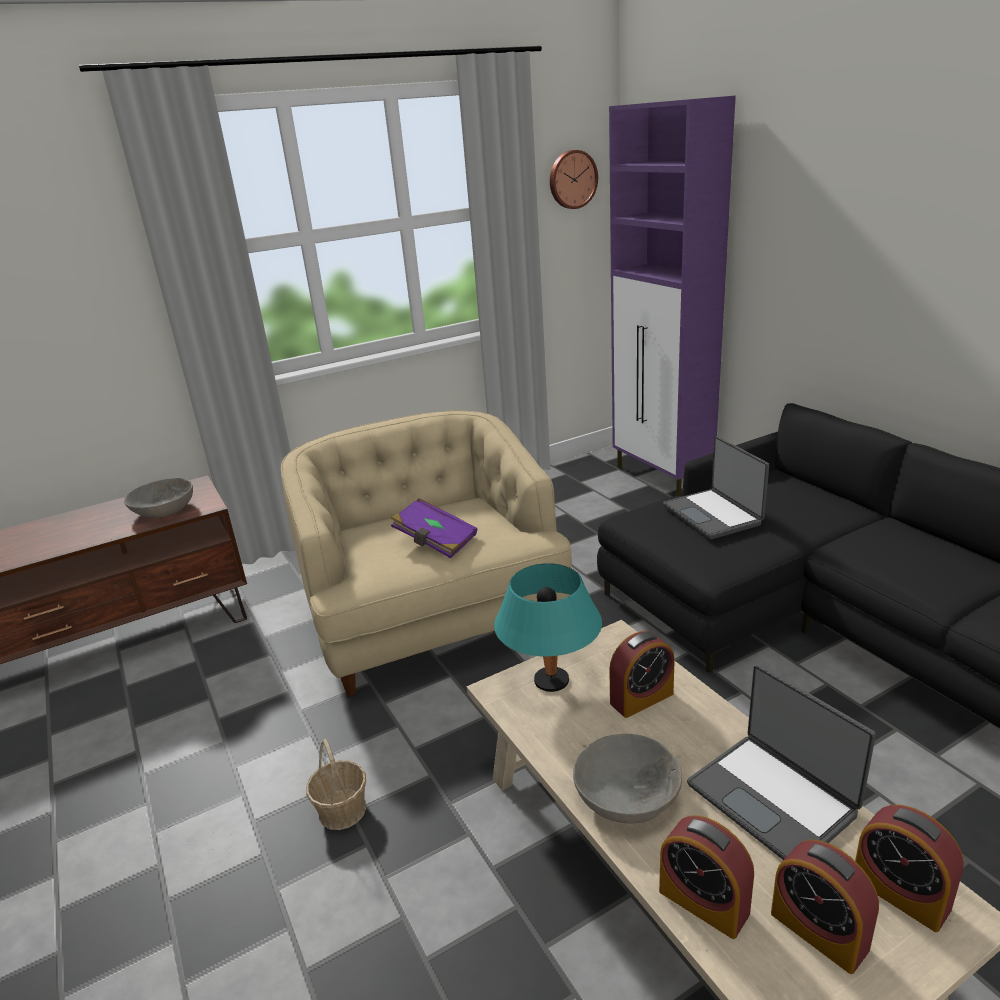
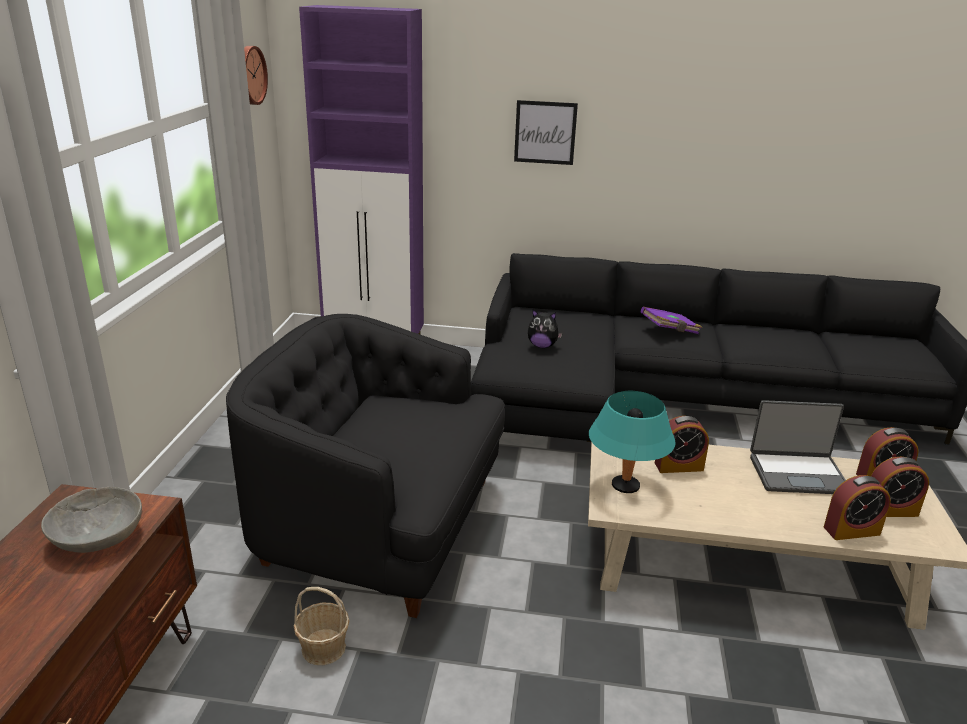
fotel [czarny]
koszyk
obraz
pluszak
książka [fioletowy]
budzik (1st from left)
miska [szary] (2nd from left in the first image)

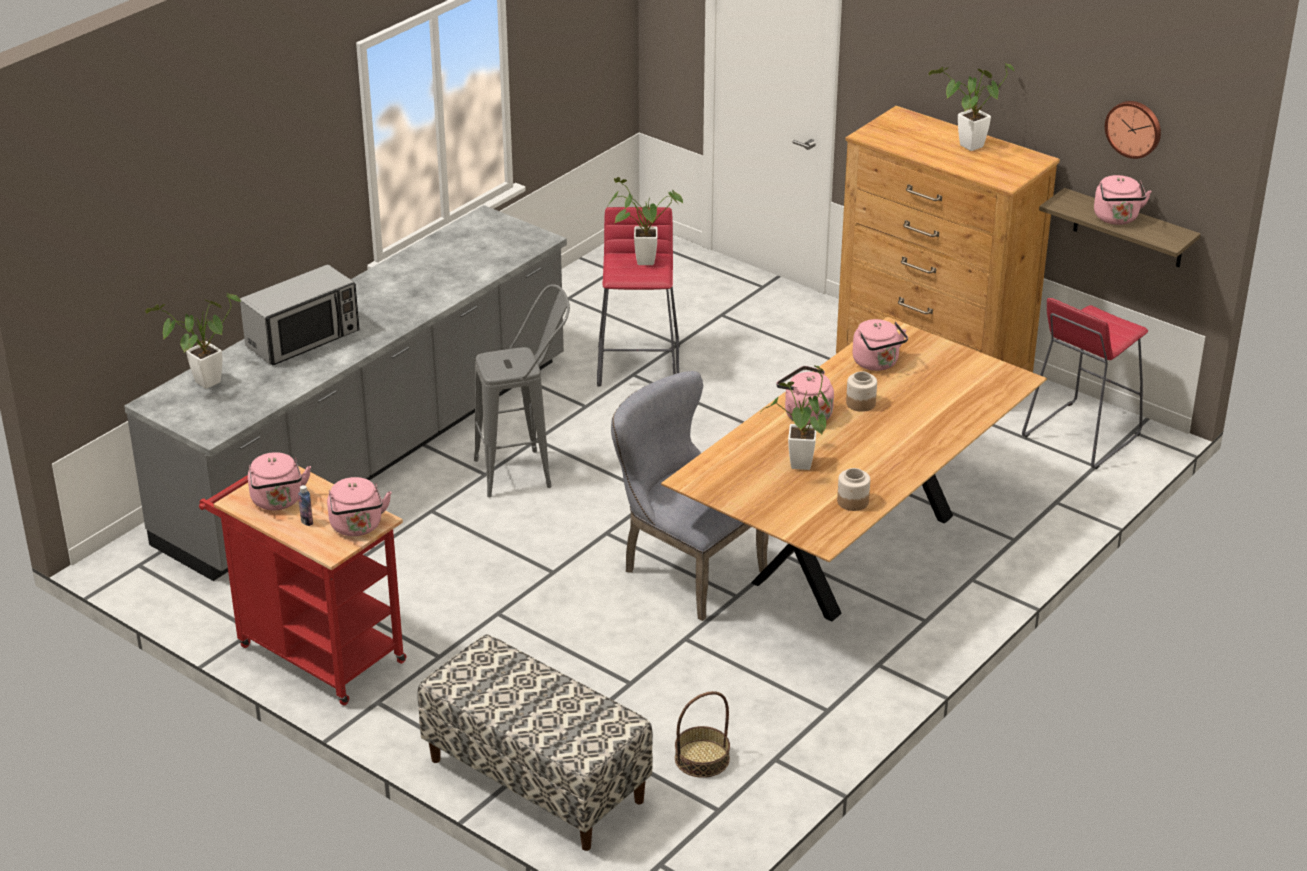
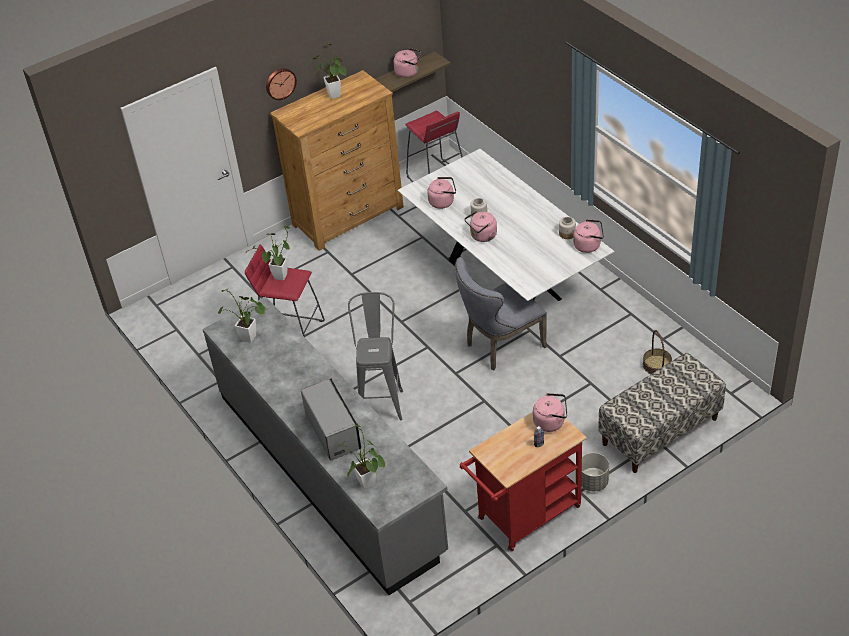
roślina doniczkowa (1st from left)
zegar ścienny
stół jadalny [biały]
czajnik [różowy] (5th from left)
donica [szary]

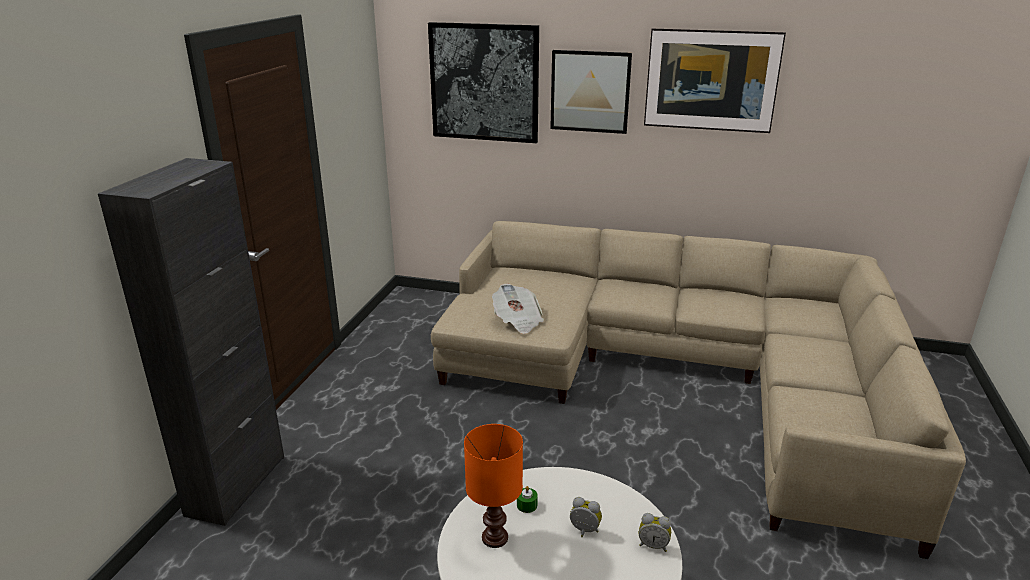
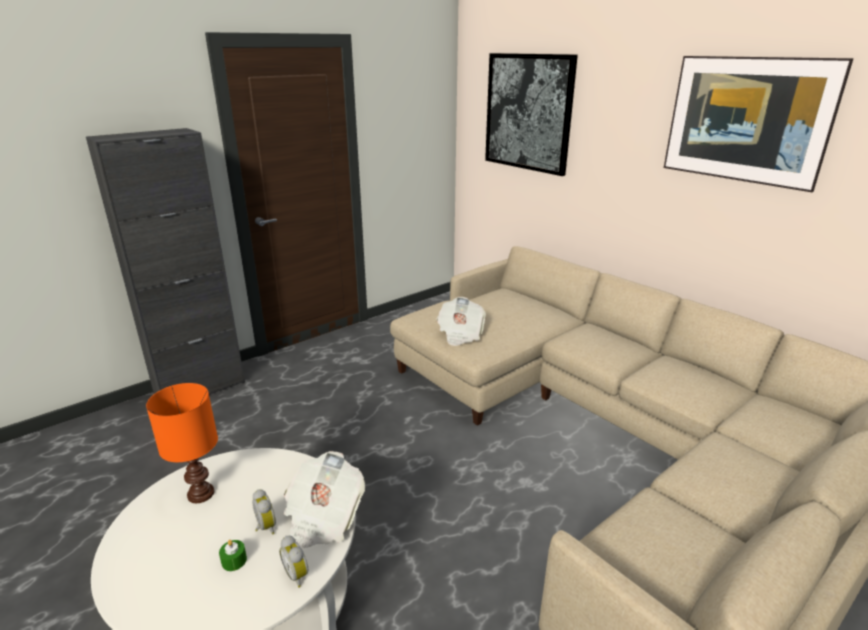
świeca [zielony]
gazeta (1st from left)
obraz (2nd from left in the first image)

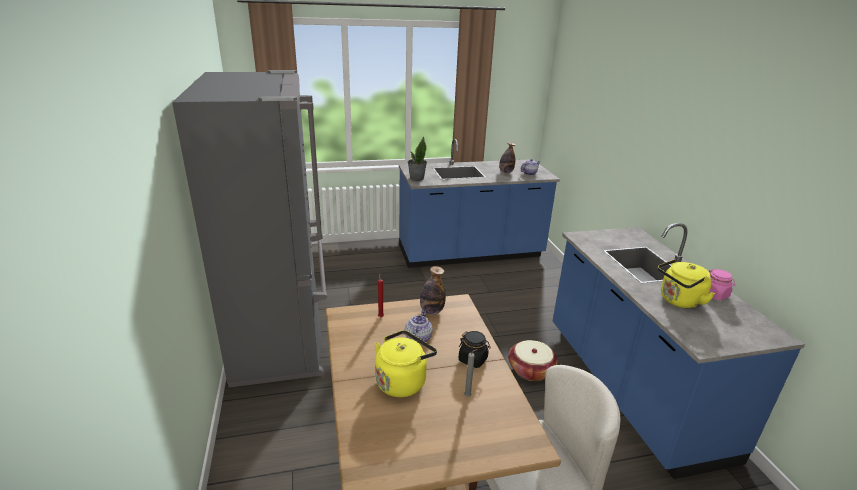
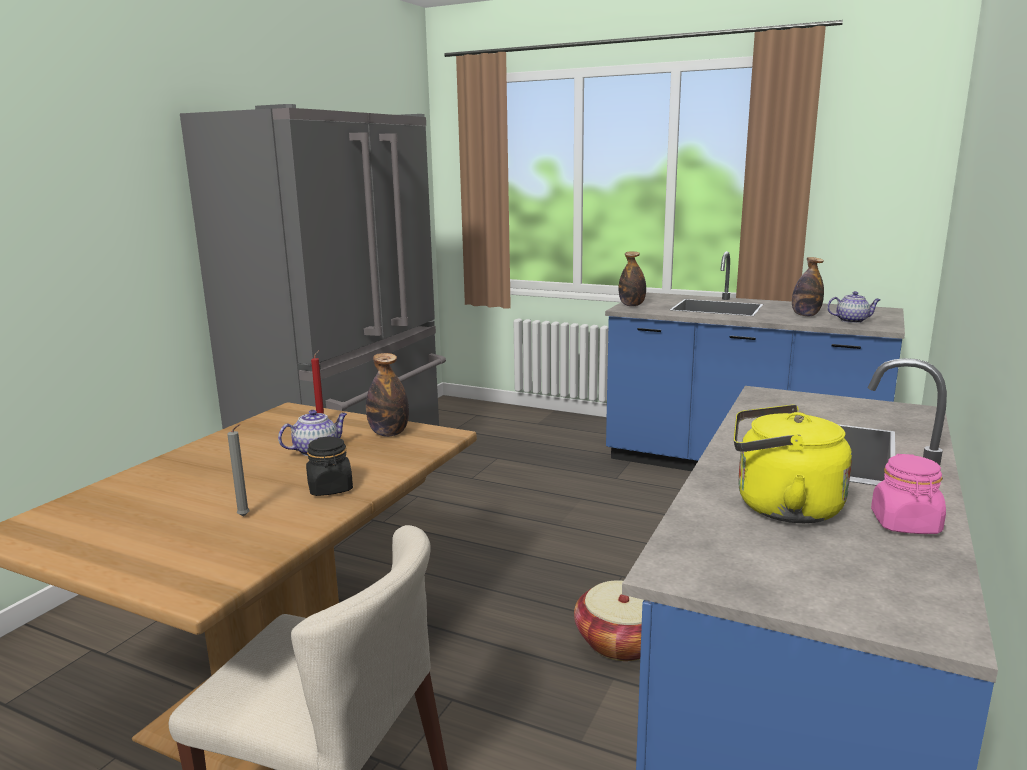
butelka (2nd from left)
czajnik [żółty] (1st from left in the first image)

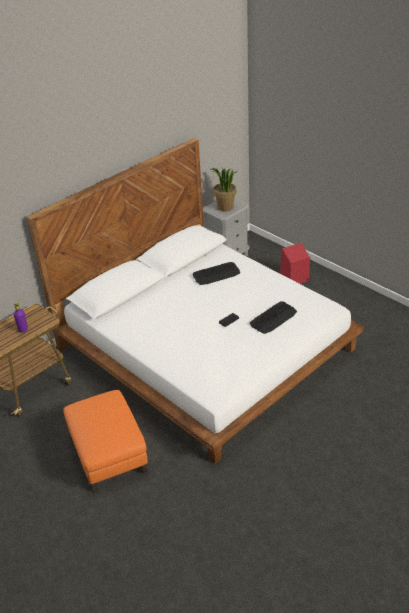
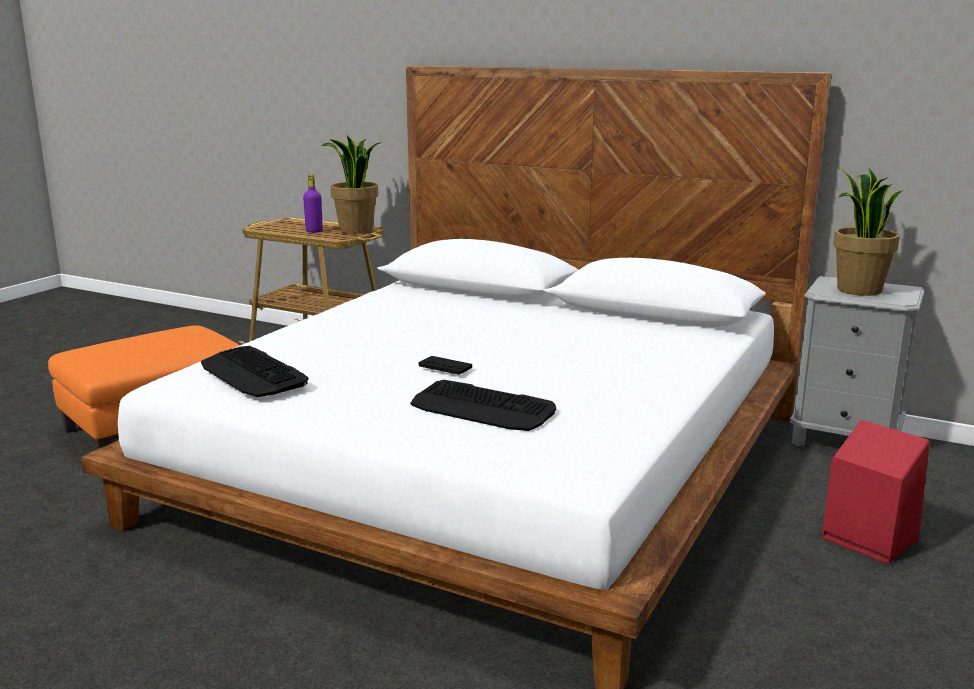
klawiatura (1st from left)
roślina doniczkowa (1st from left)

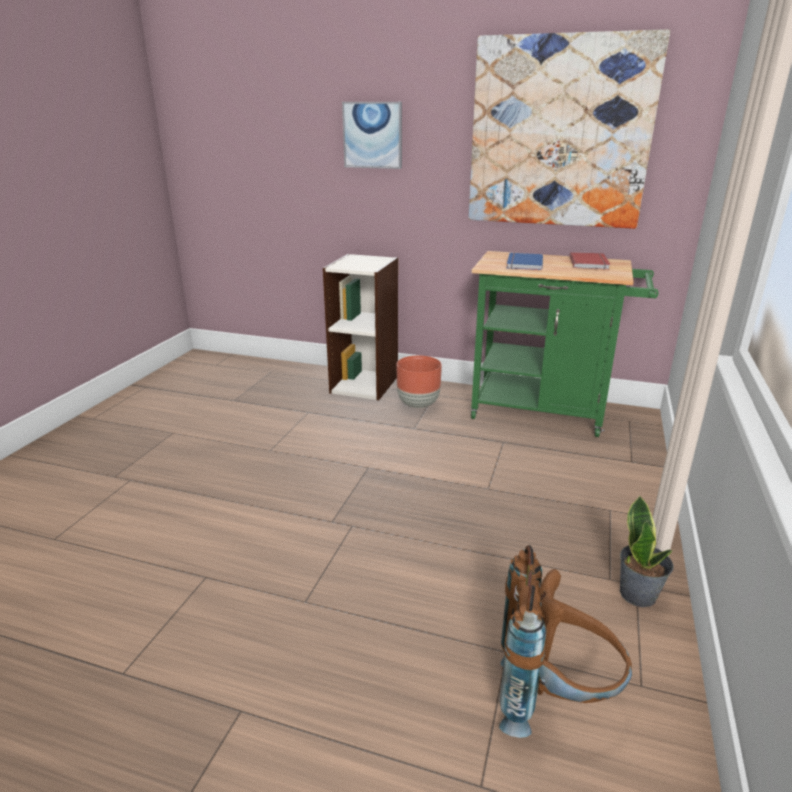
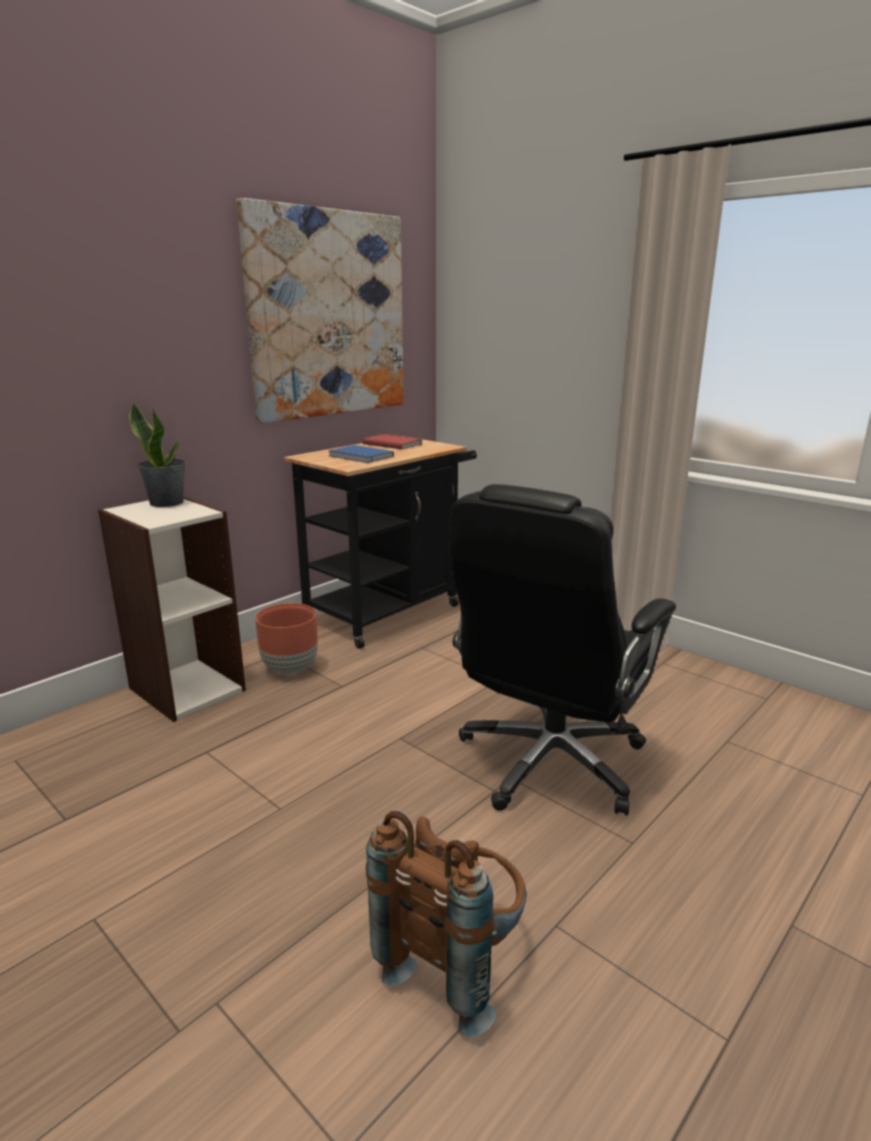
roślina doniczkowa
wózek [czarny]
plecak [brązowy]
krzesło biurowe [czarny]
obraz (1st from left in the first image)

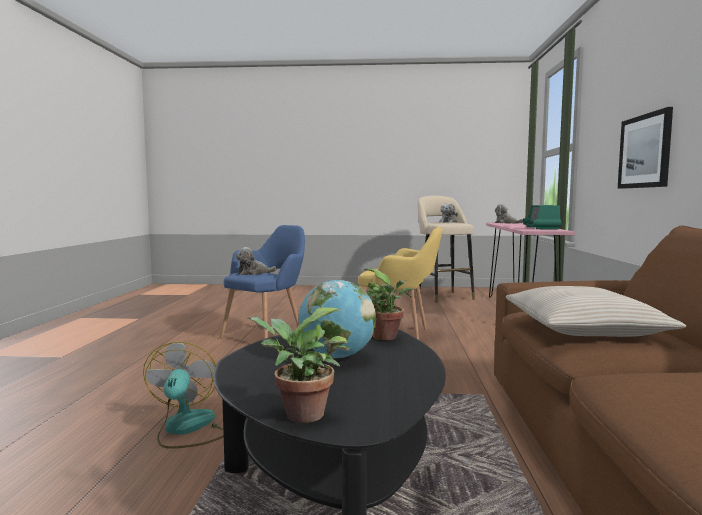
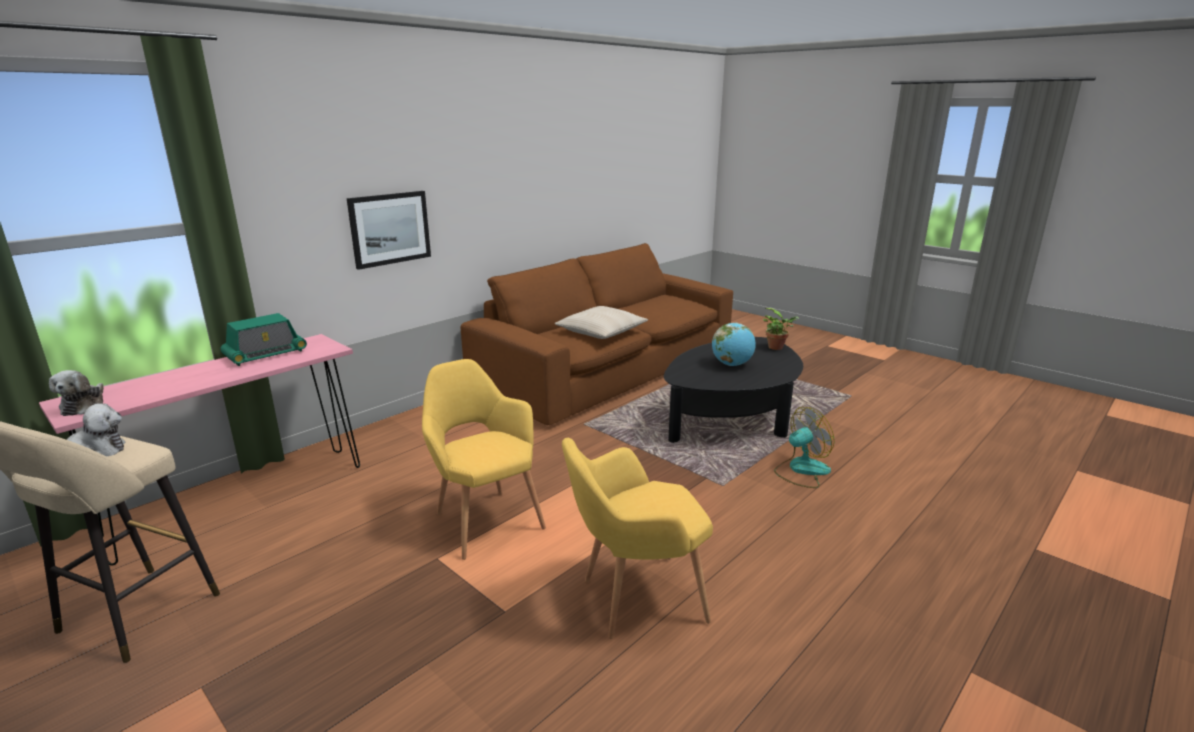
fotel [żółty] (2nd from left)
wentylator
pluszak (1st from left in the first image)
roślina doniczkowa (2nd from left in the first image)

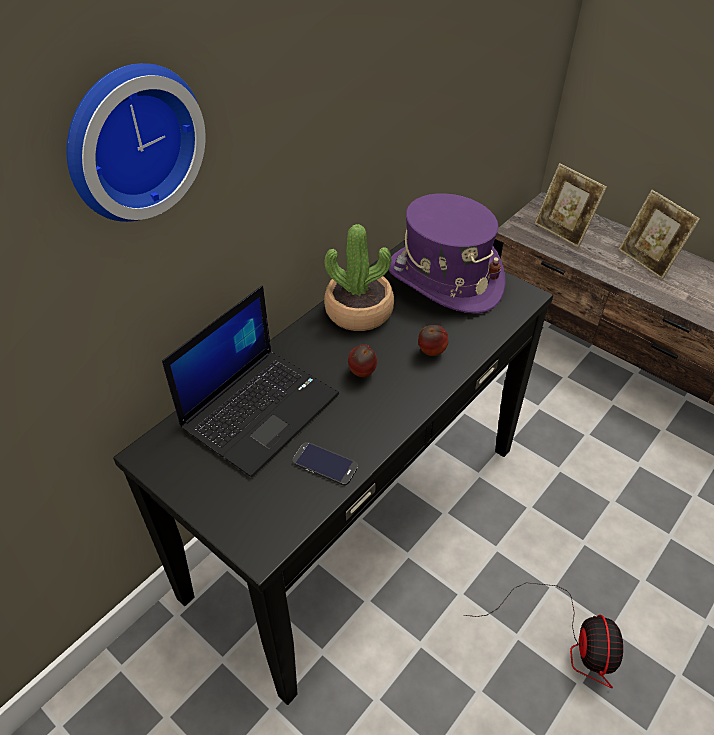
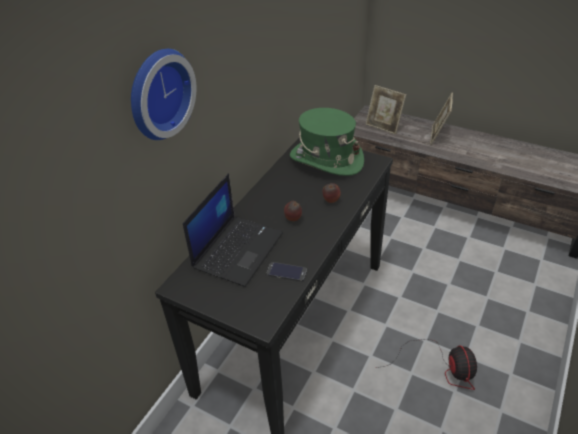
kapelusz [zielony]
ramka na zdjęcie (2nd from left)
roślina doniczkowa

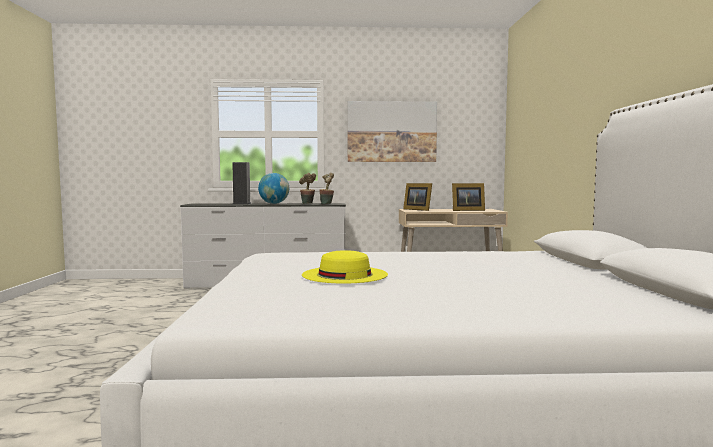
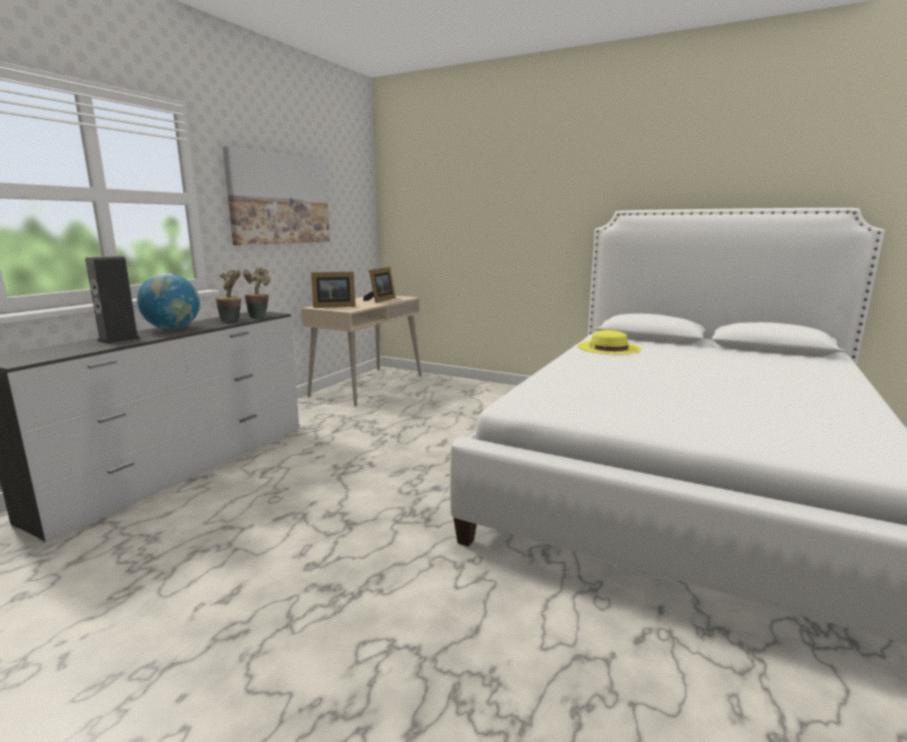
kapelusz [żółty]

